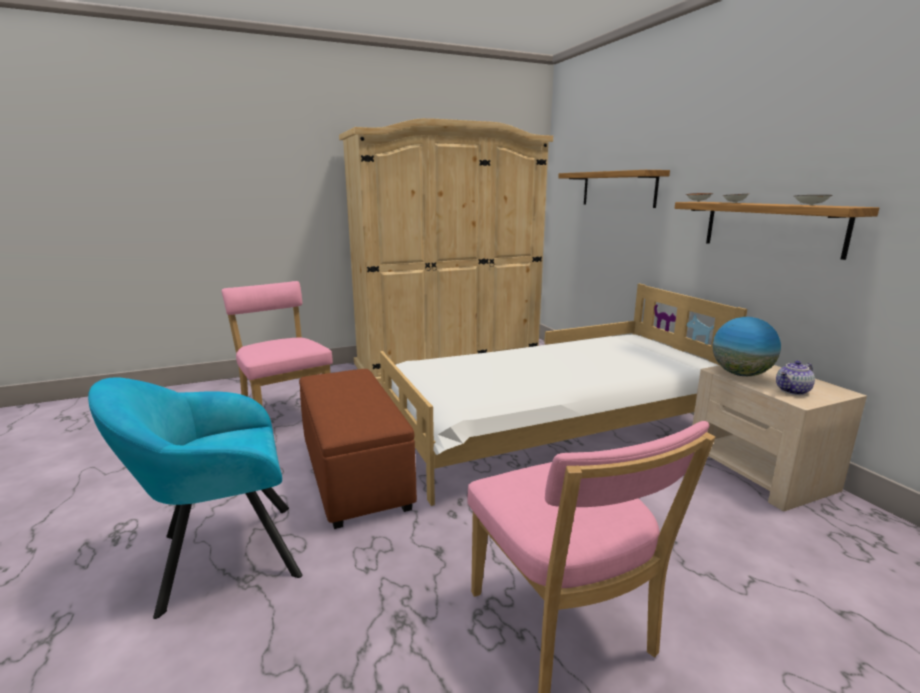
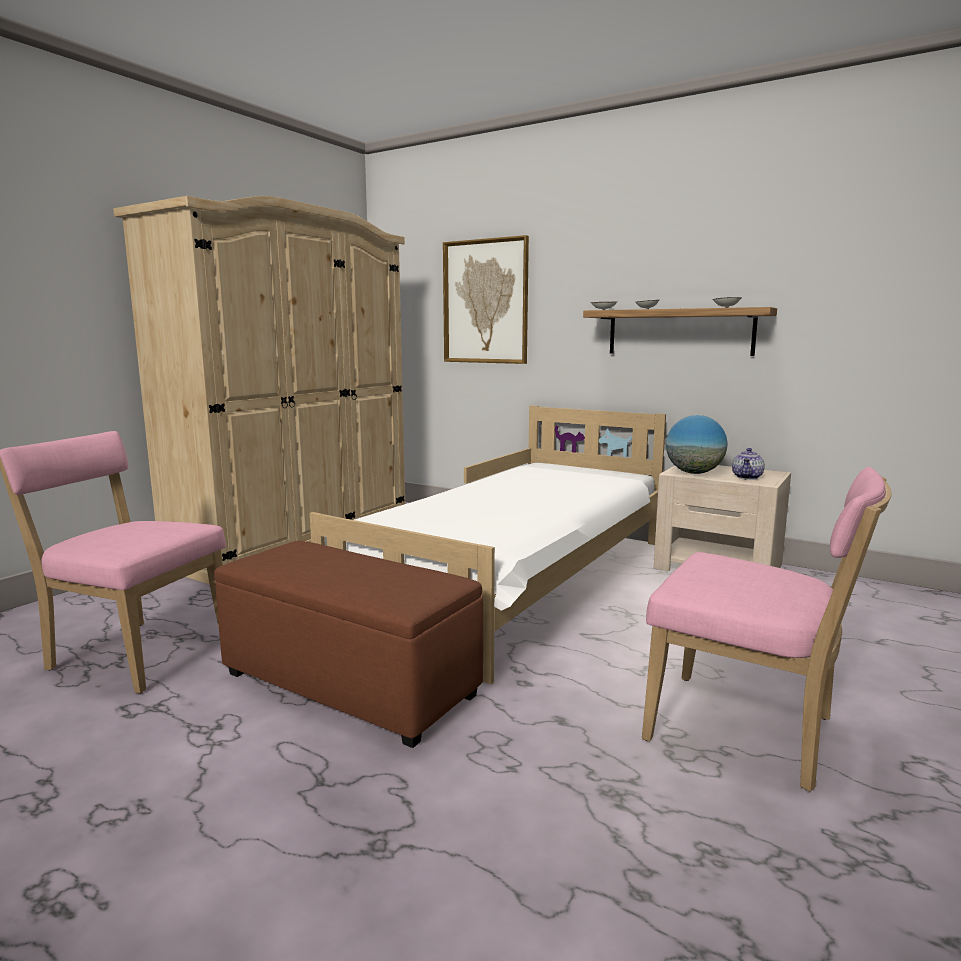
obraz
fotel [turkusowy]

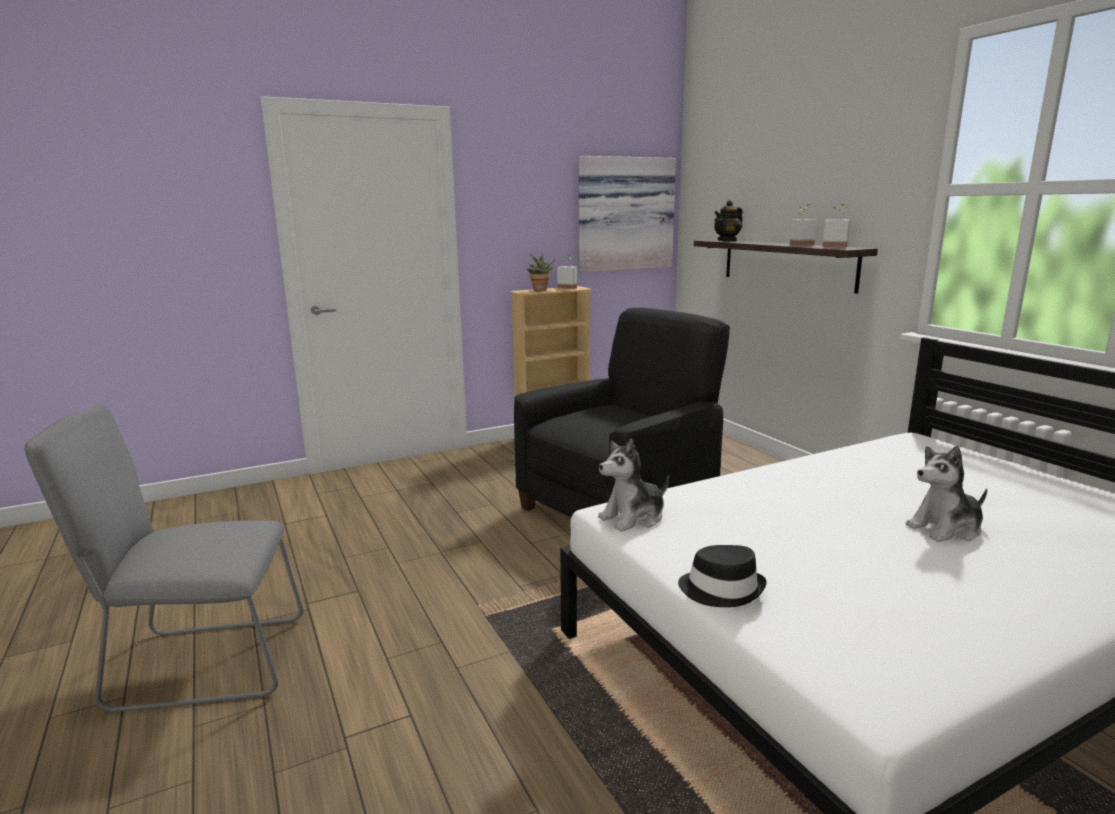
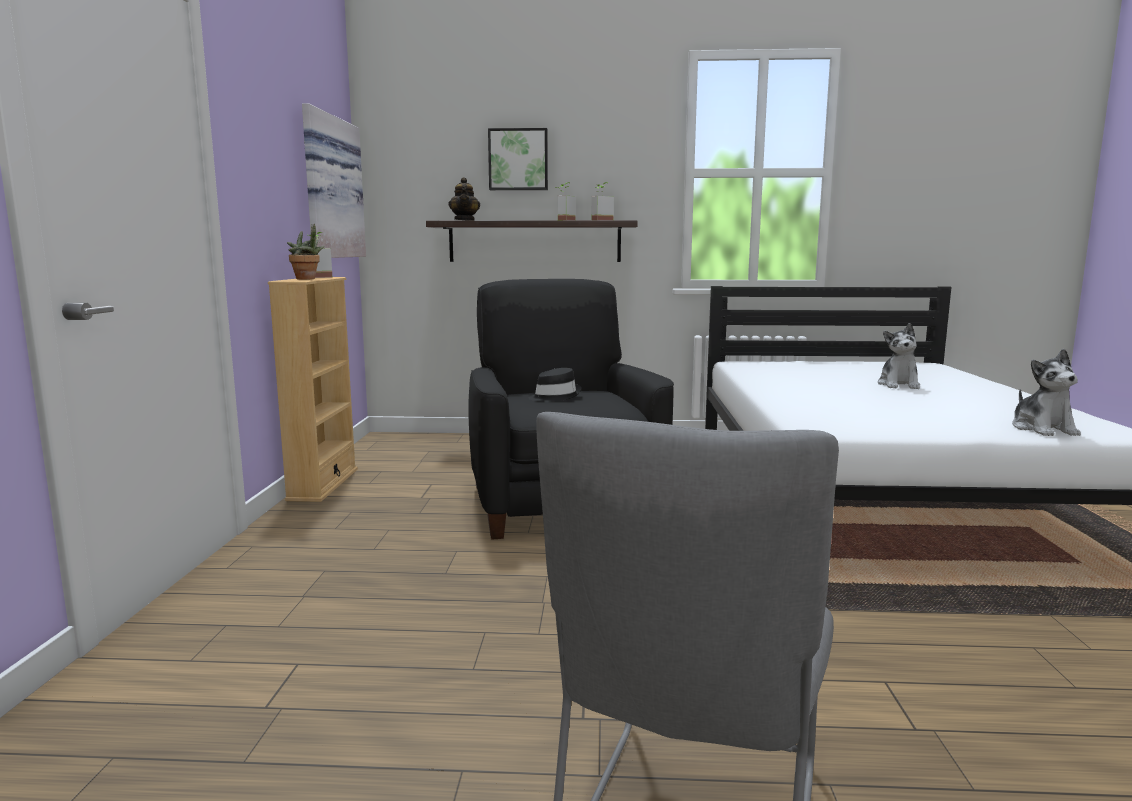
obraz (2nd from left)
kapelusz [czarny]
pluszak (2nd from left)

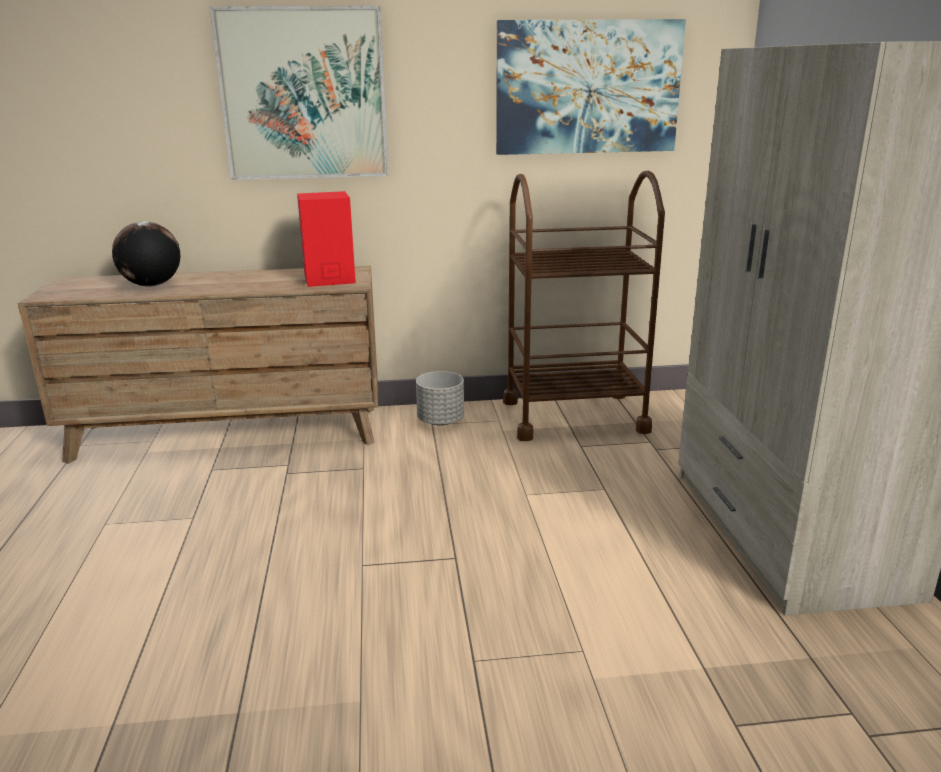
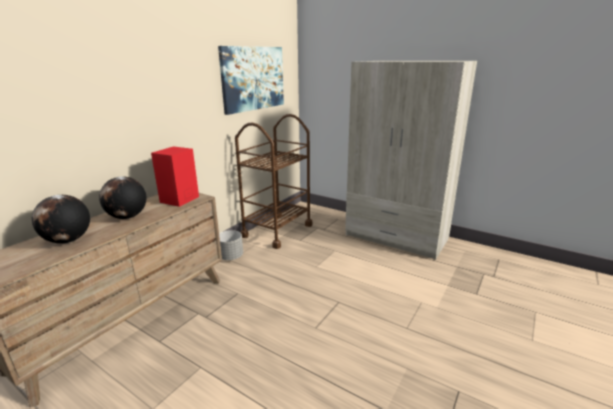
globus (2nd from left)
obraz (1st from left in the first image)

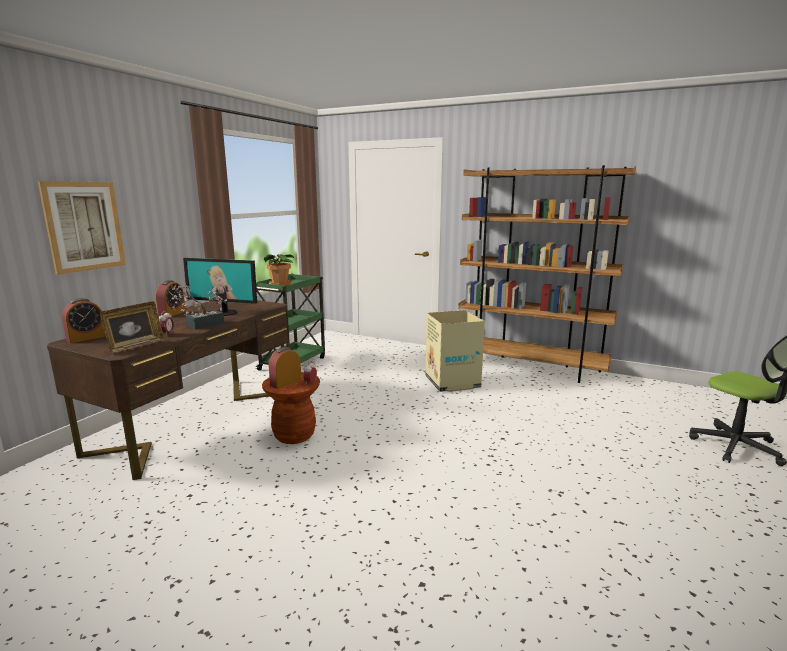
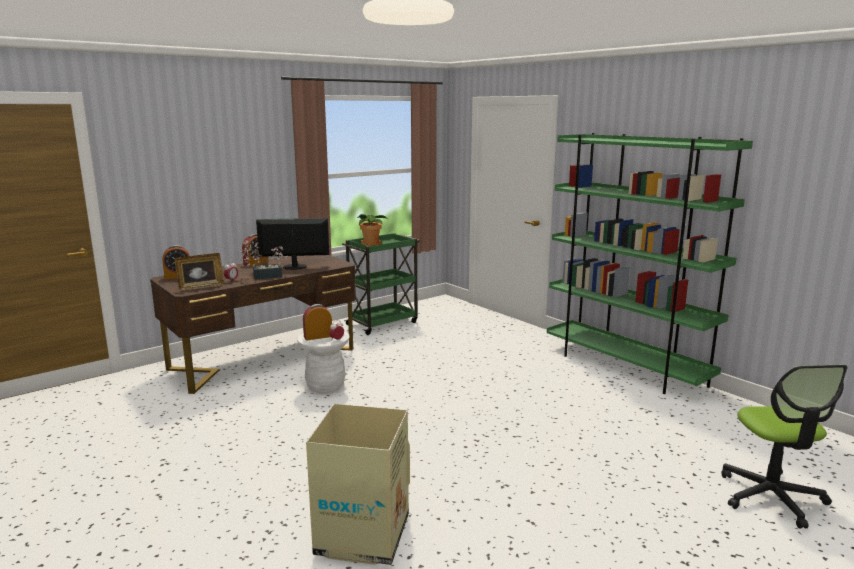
monitor
stołek [biały]
karton
regał [zielony]
obraz

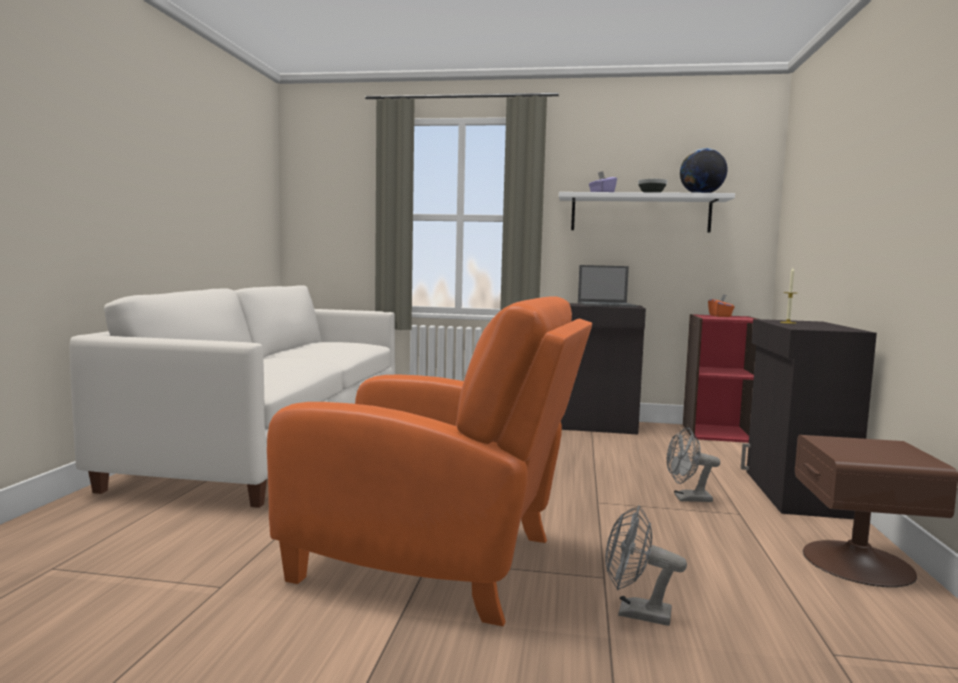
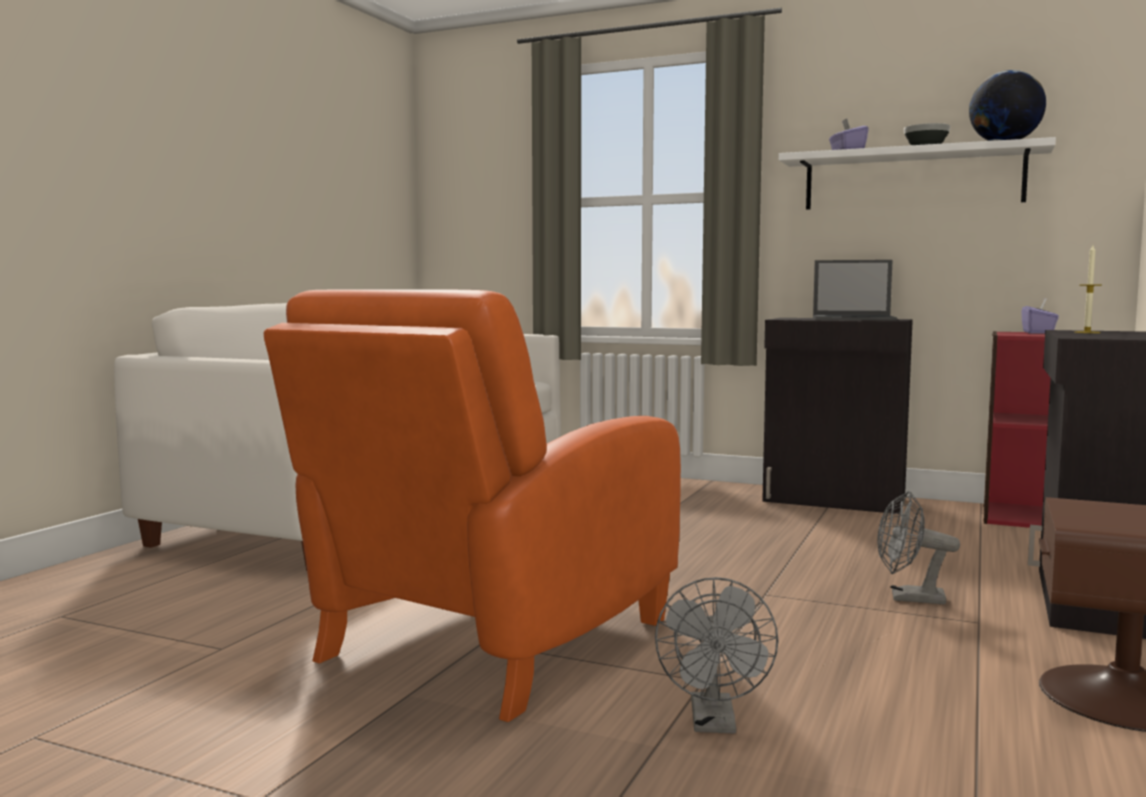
fotel [pomarańczowy]
wentylator [szary] (1st from left)
pudełko chusteczek [fioletowy] (2nd from left)

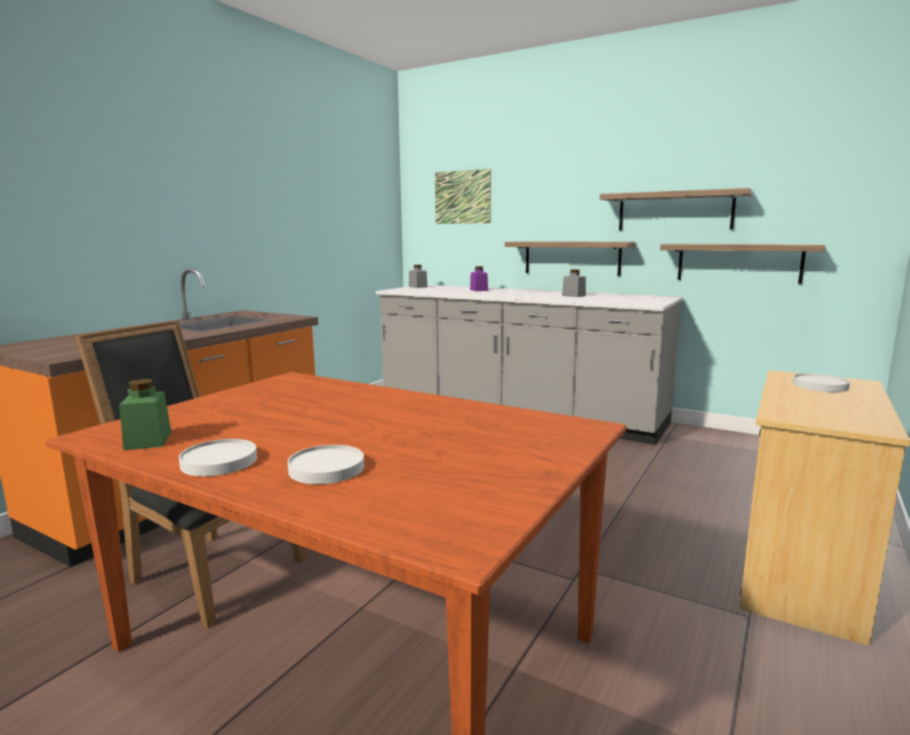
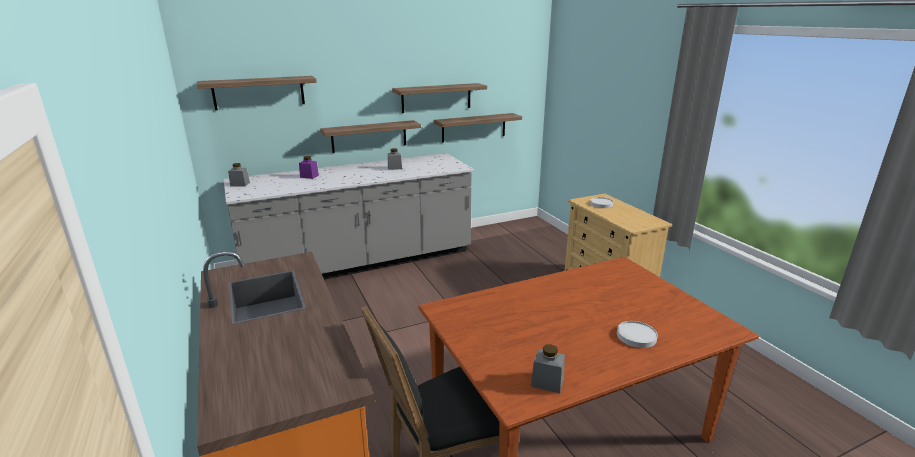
półka (1st from left)
słoik [szary] (3rd from left)
talerz [biały] (1st from left in the first image)

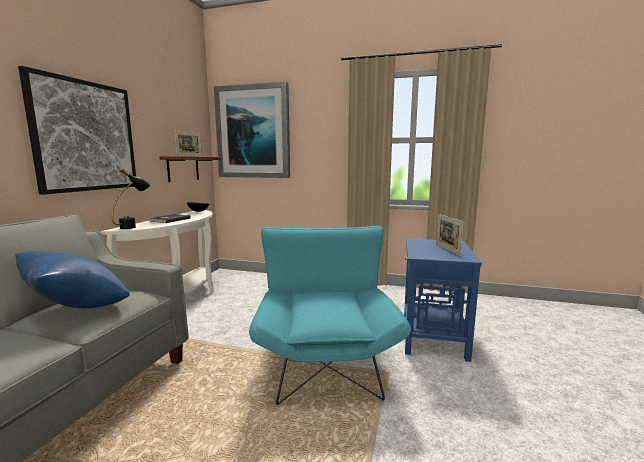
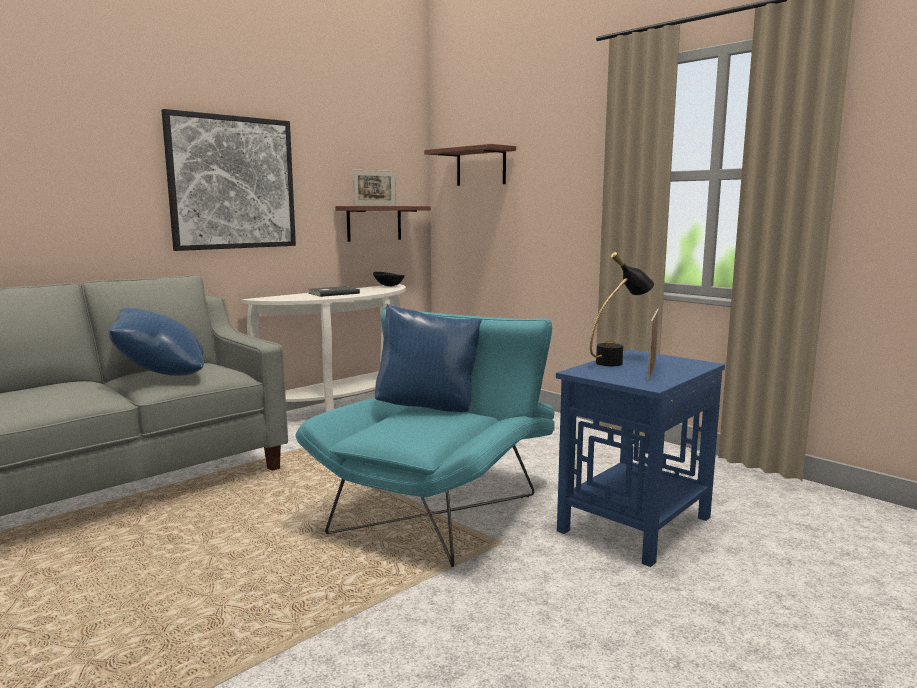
poduszka [niebieski] (2nd from left)
półka (2nd from left)
lampa stołowa [czarny]

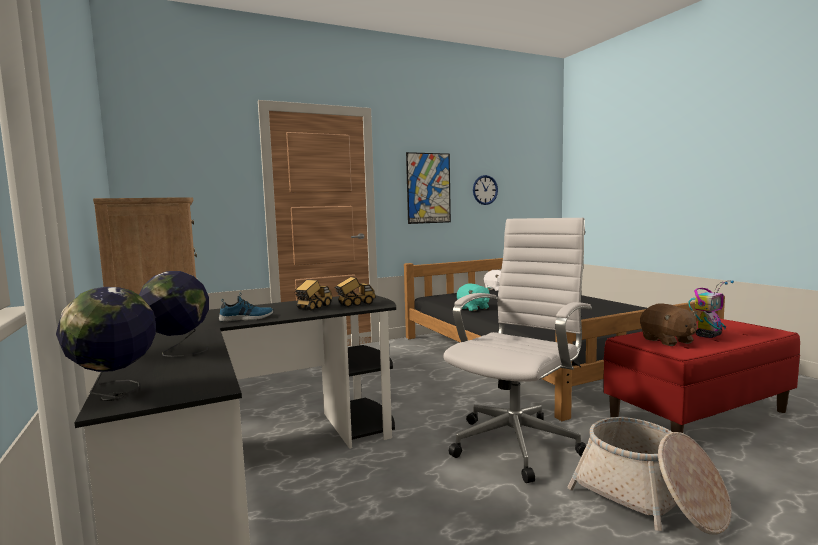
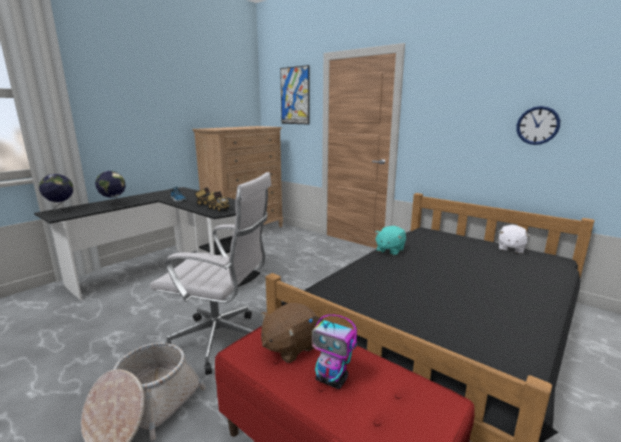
obraz

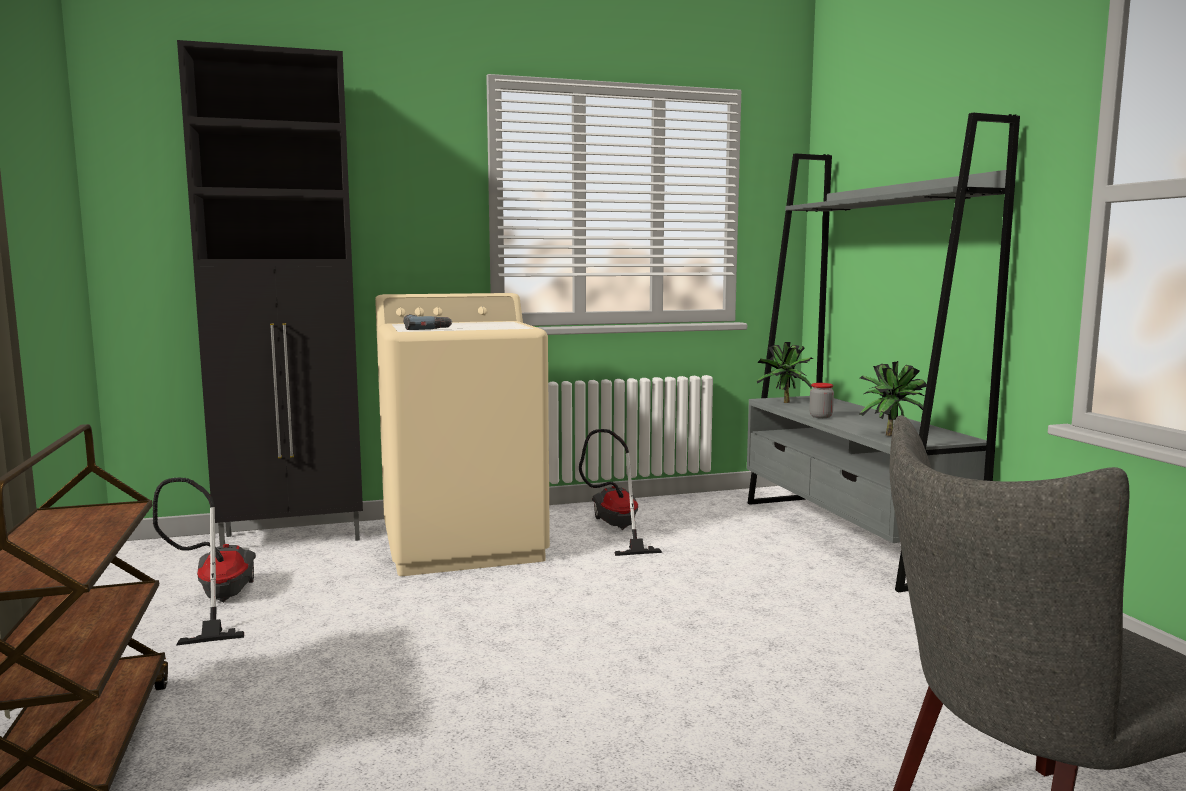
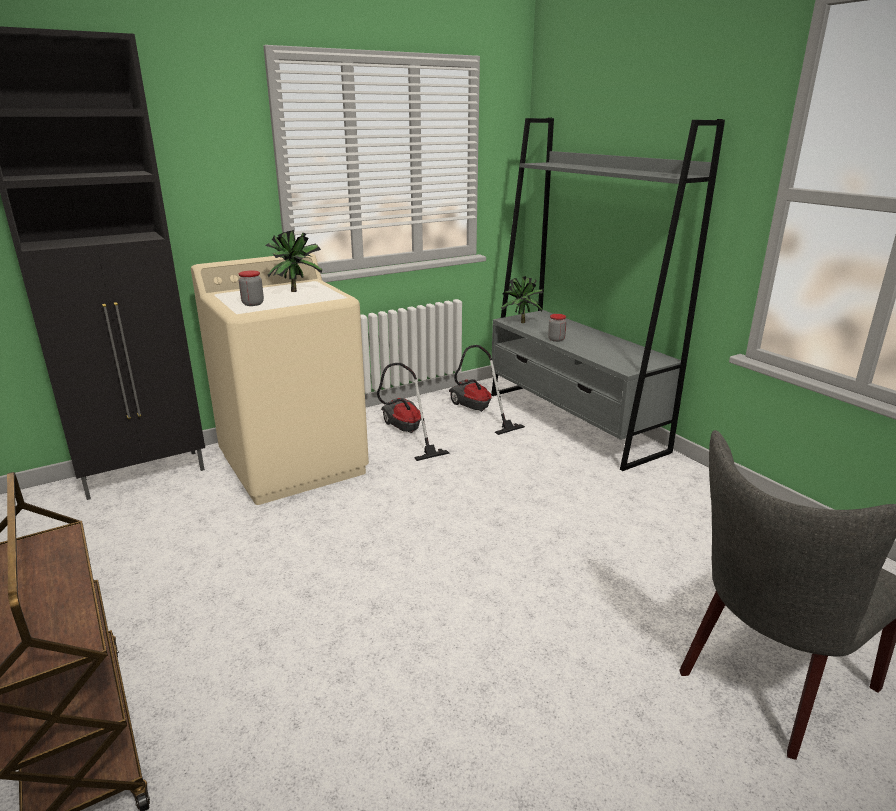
słoik (1st from left)
roślina doniczkowa (1st from left)
odkurzacz (2nd from left)

